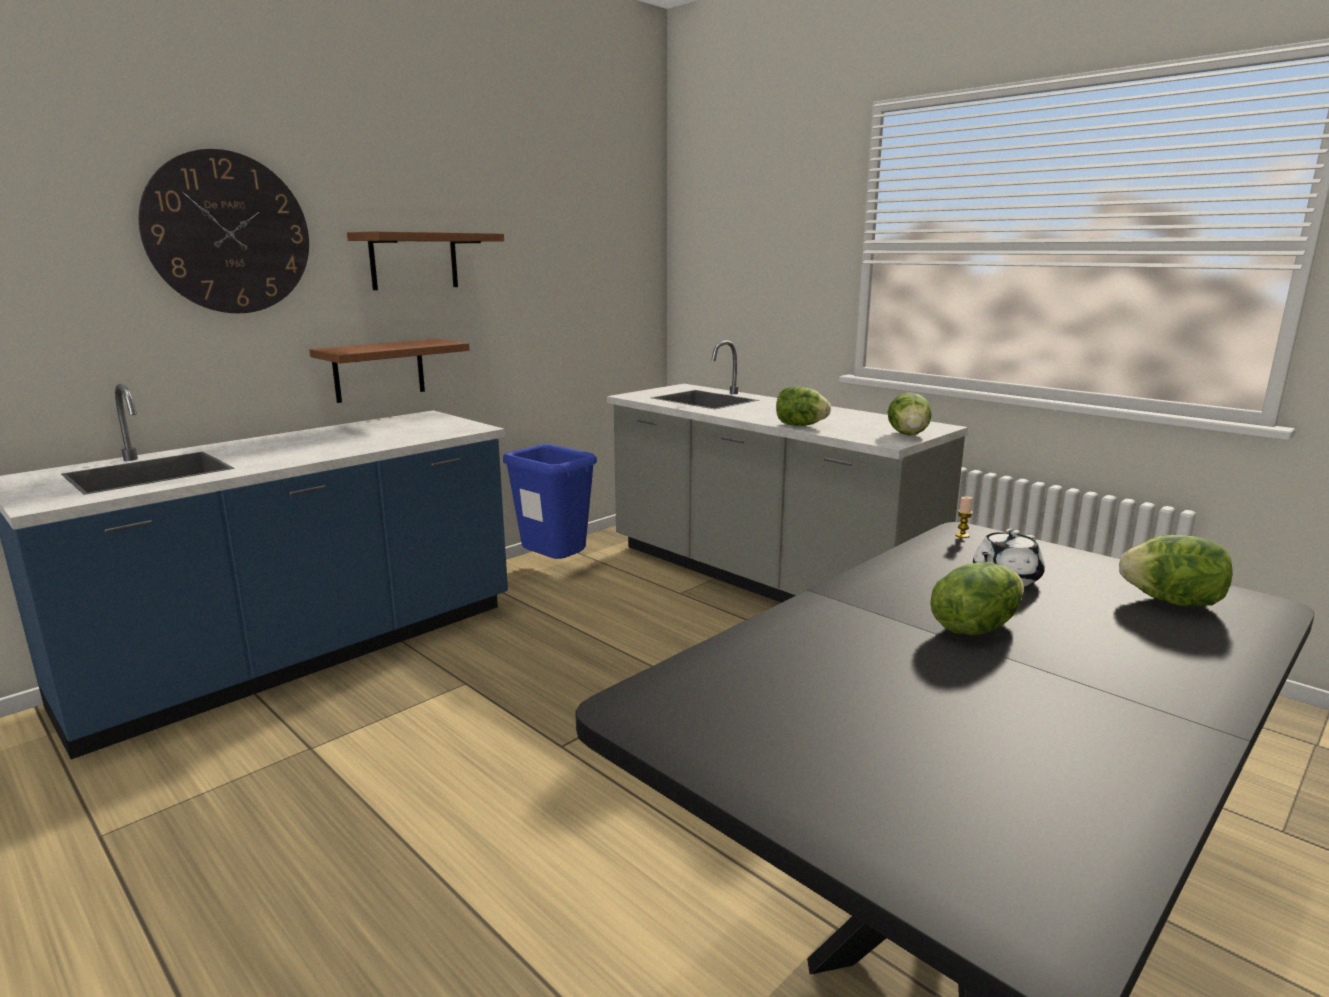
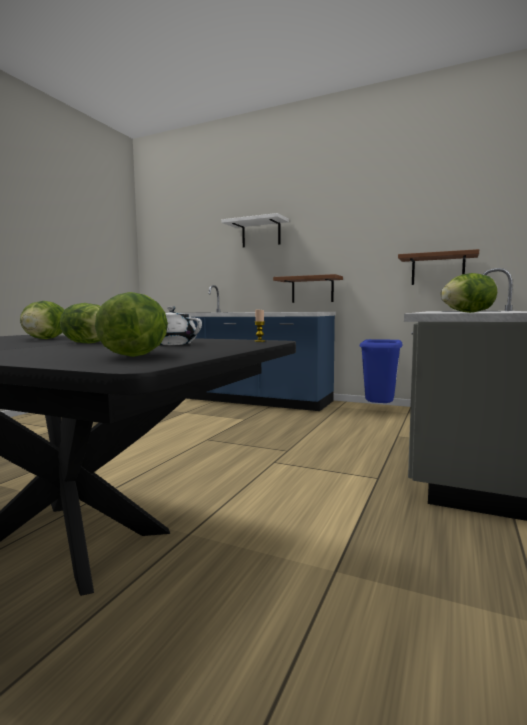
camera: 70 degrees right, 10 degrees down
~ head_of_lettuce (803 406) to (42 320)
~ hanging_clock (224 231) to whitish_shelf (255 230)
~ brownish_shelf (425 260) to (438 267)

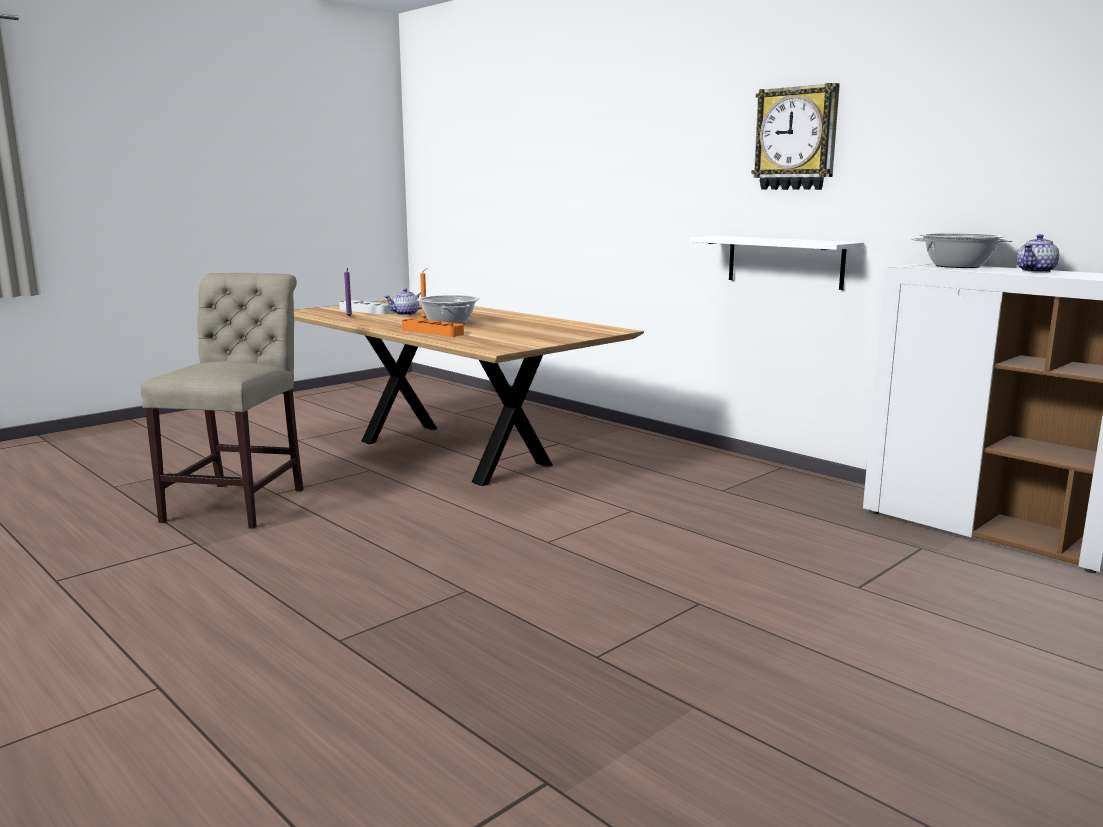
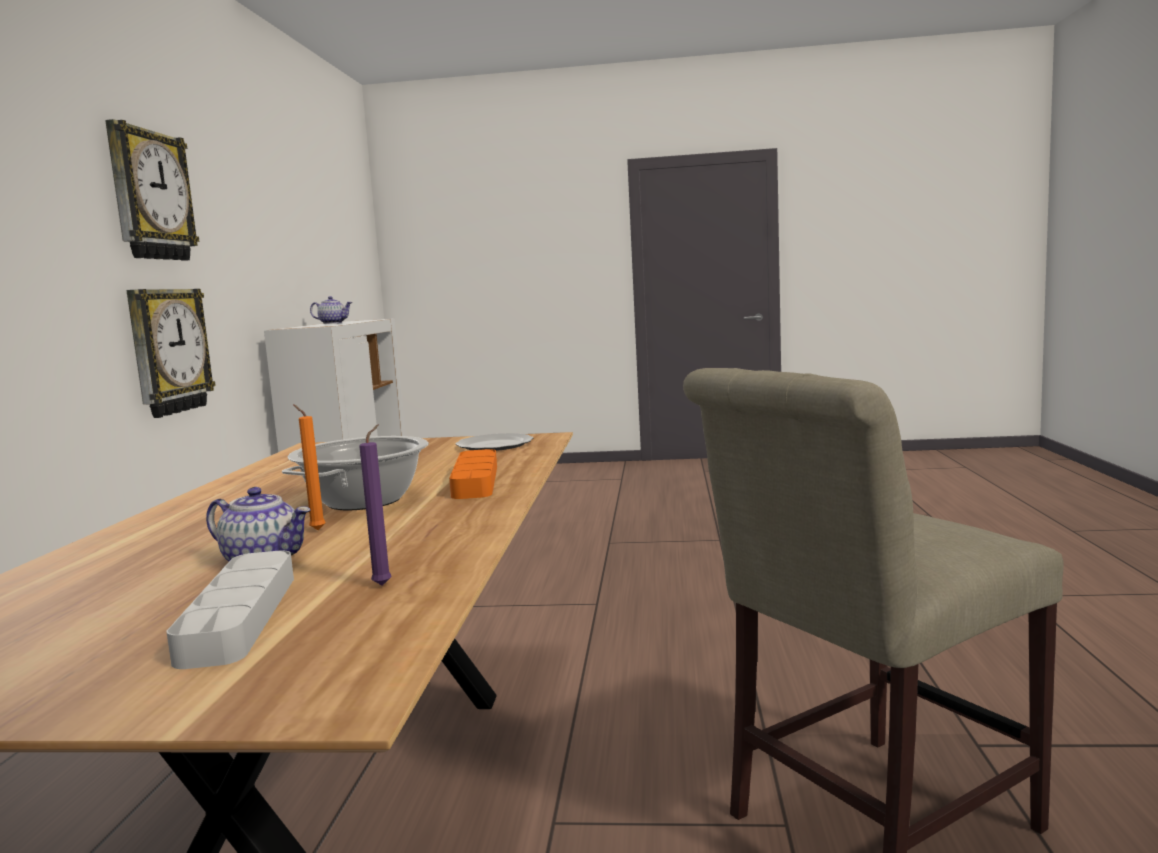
camera: 130 degrees left, 5 degrees down
~ whitish_shelf (776 263) to hanging_clock (171 353)
+ plate (495 442)
- stockpot (961 250)

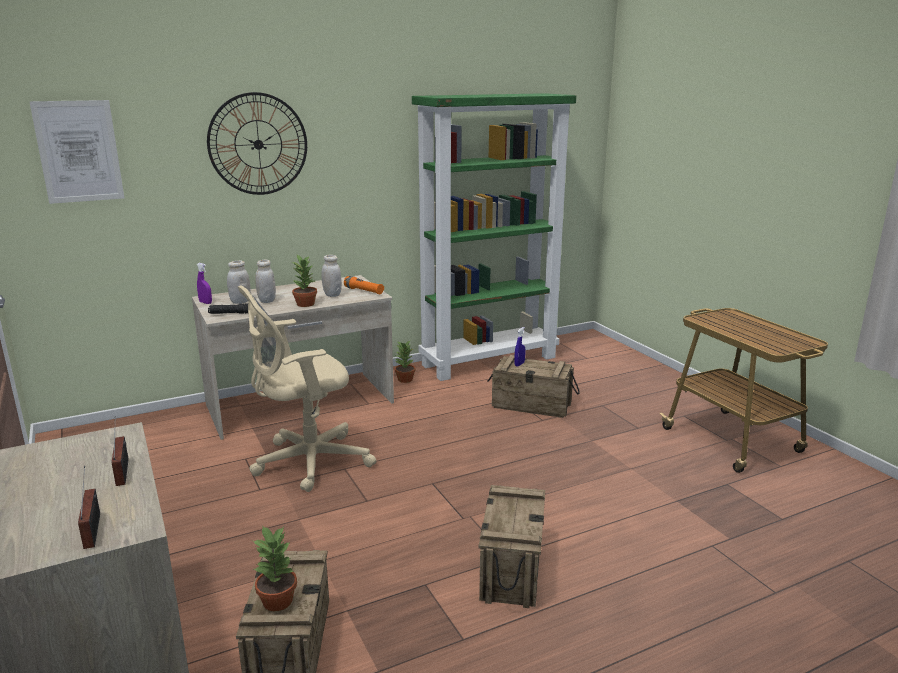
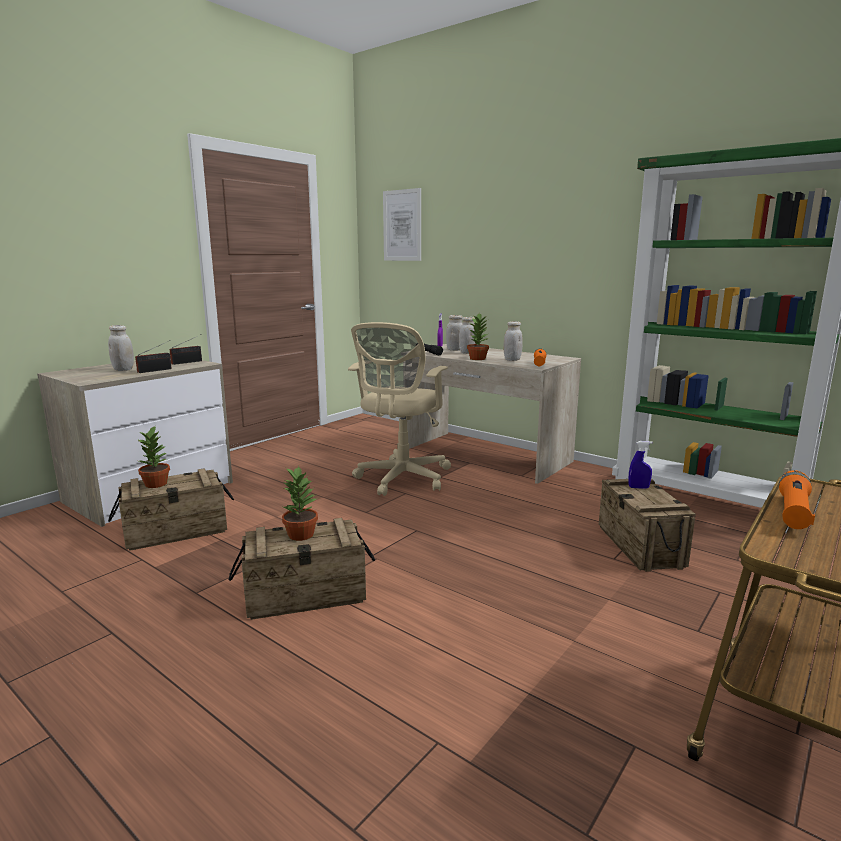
camera: 65 degrees right, 5 degrees down
+ whitish_jar (121 348)
~ radio_set (89 507) to (186 349)
~ potted_plant (405 362) to (300 503)
~ sand-coloured_office_chair (307 388) = (399 409) 105 degrees counterclockwise
+ orange-coloured_torch (797 499)
- hanging_clock (257 143)

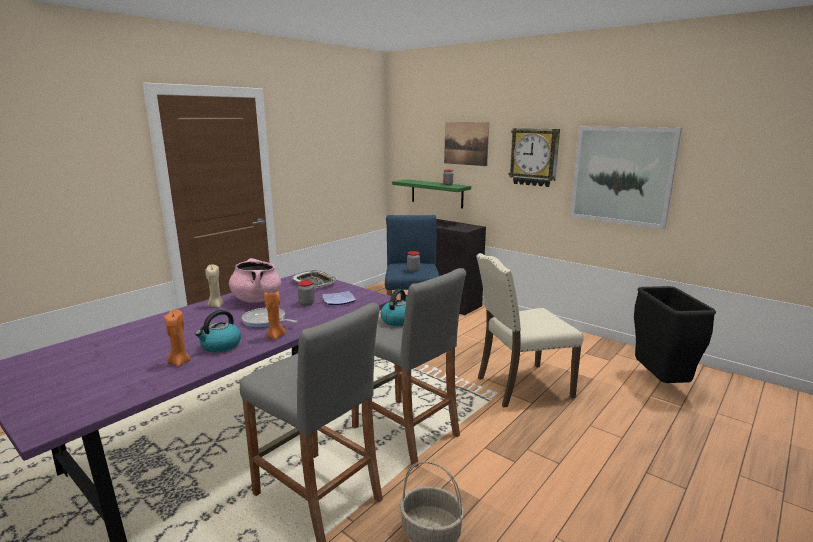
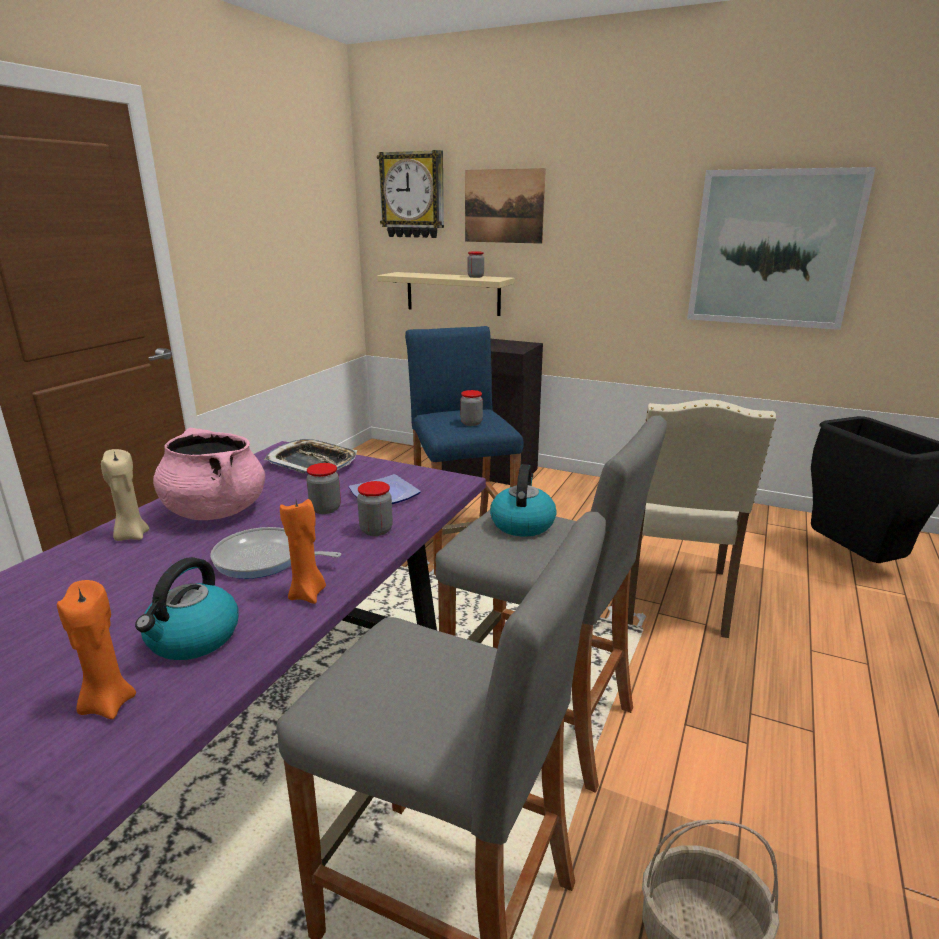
camera: 15 degrees left, 5 degrees up
+ jar (375 508)
~ hanging_clock (534 157) to (410 194)
~ greenish_shelf (431 194) to sand-coloured_shelf (445 294)
~ sand-coloured_upright_chair (530 330) = (702 518) 45 degrees counterclockwise

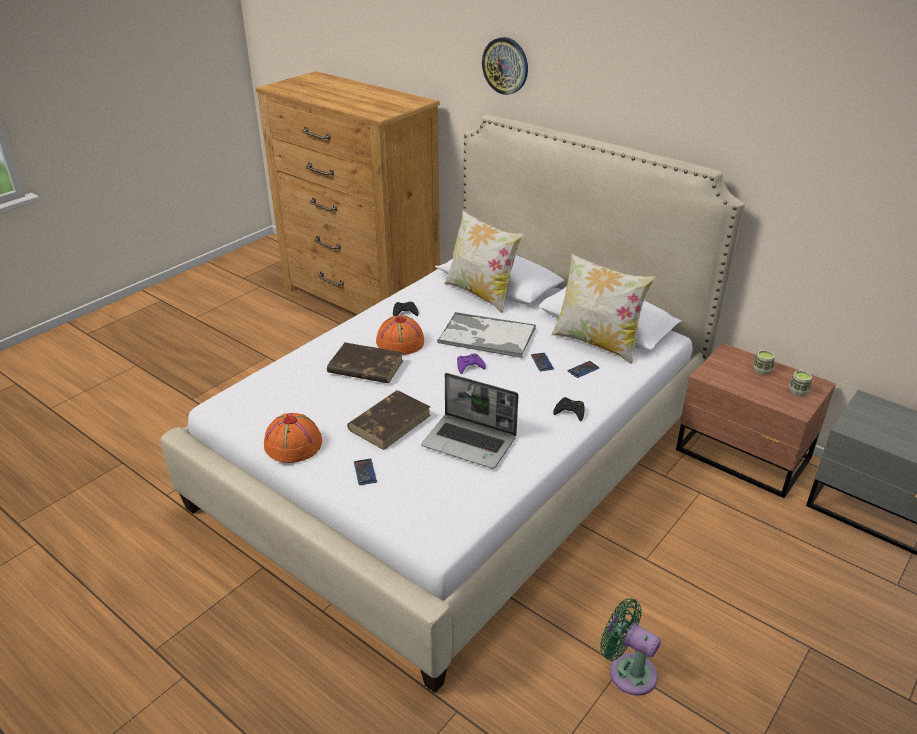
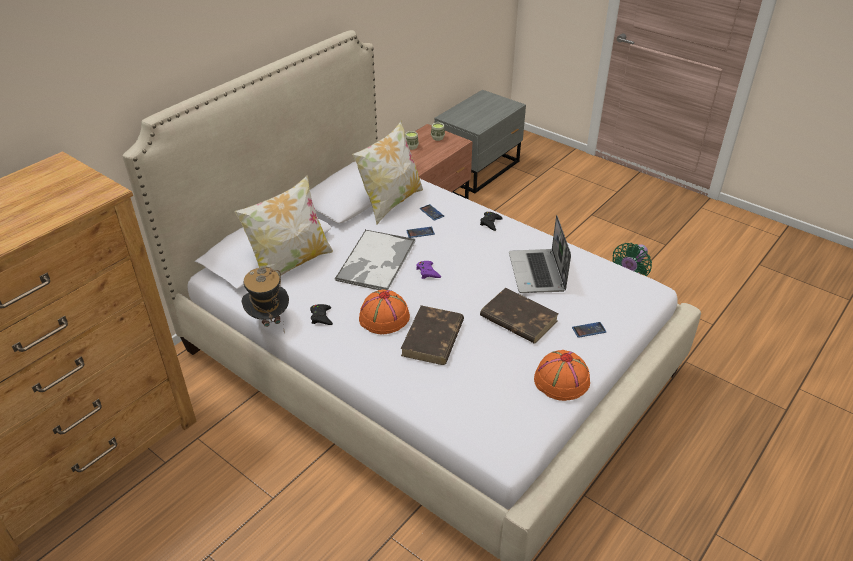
camera: 90 degrees left, 5 degrees up
+ wearable_hat (265 299)
~ portable_computer (470 421) = (540 254) 150 degrees clockwise
- hanging_clock (505 66)

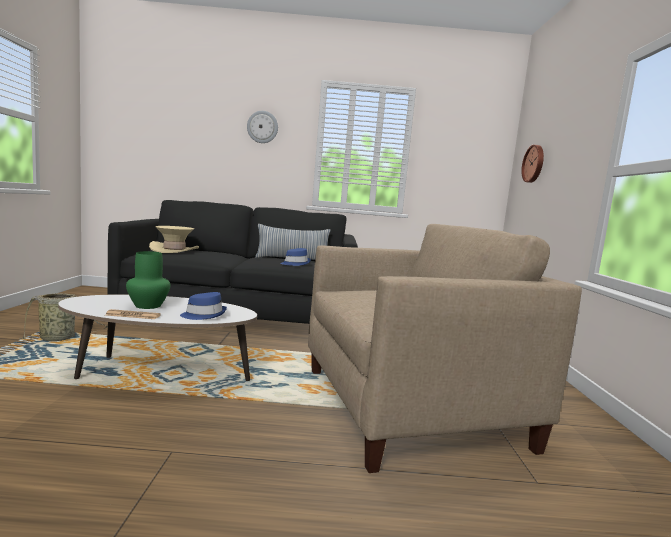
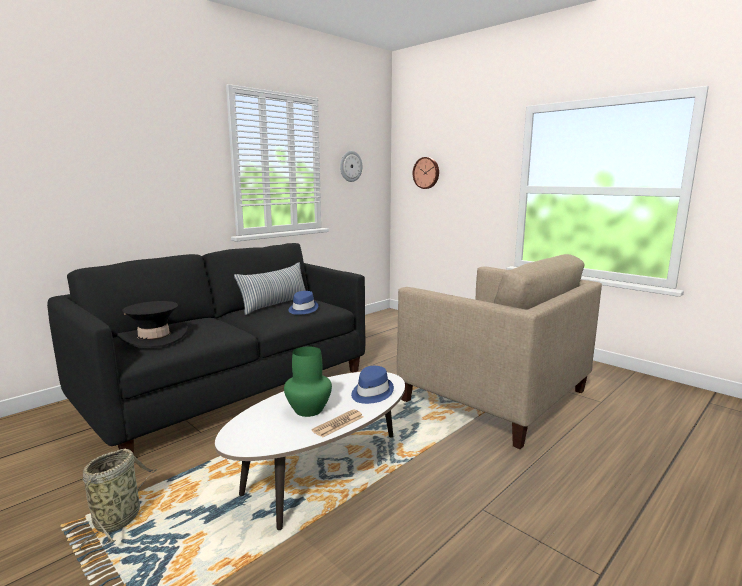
camera: 45 degrees left, 5 degrees up
~ sand-coloured_wearable_hat (174 239) to blackish_wearable_hat (152 324)
~ hanging_clock (262 127) to (351 166)
~ sand-coloured_easy_chair (445 348) = (499 351) 105 degrees clockwise

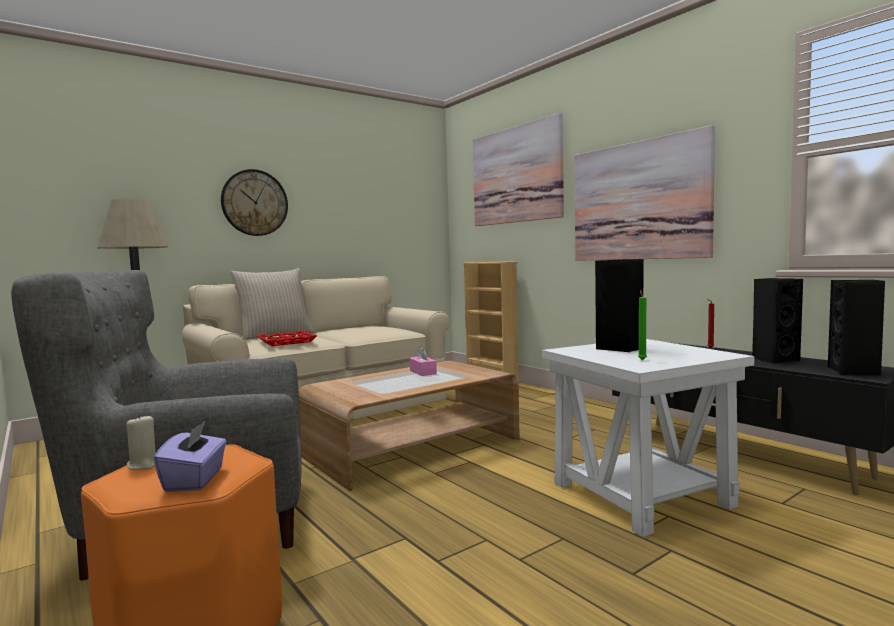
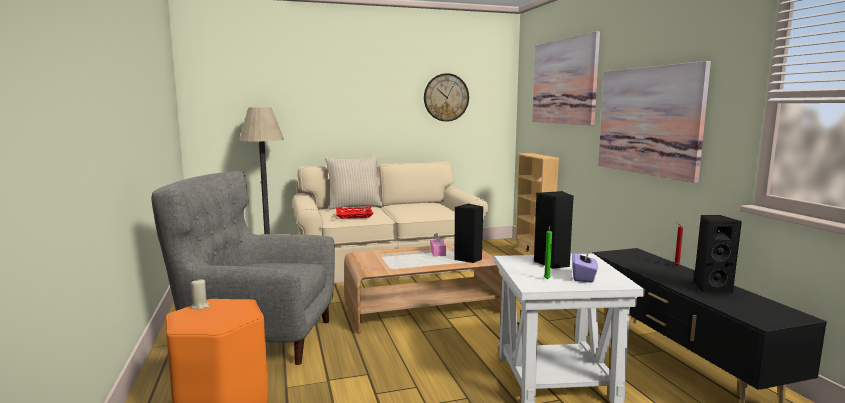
camera: 20 degrees right, 5 degrees up
~ hanging_clock (254 202) to (446 97)
~ blackish_speaker (856 328) to (468 233)
~ purple_tissue_holder (190 456) to (585 267)

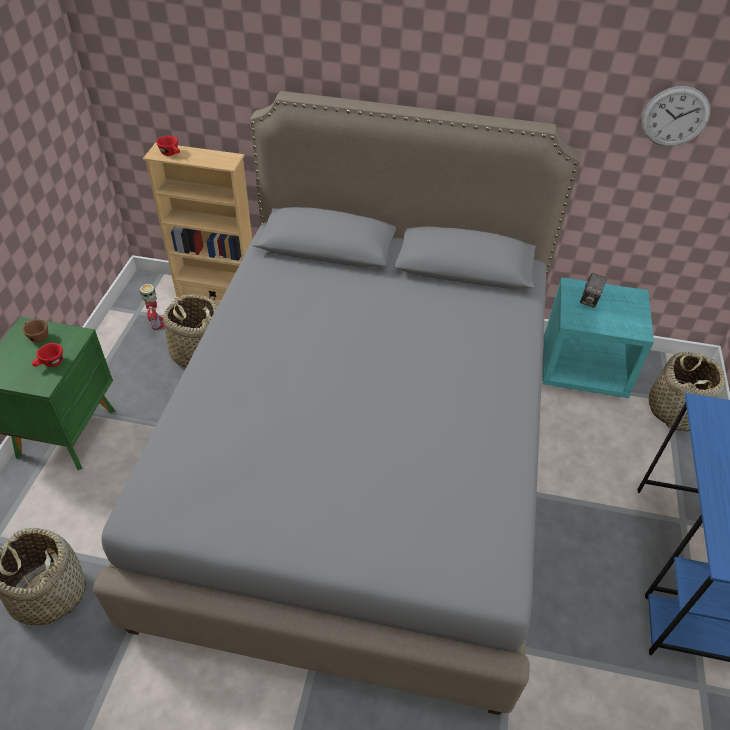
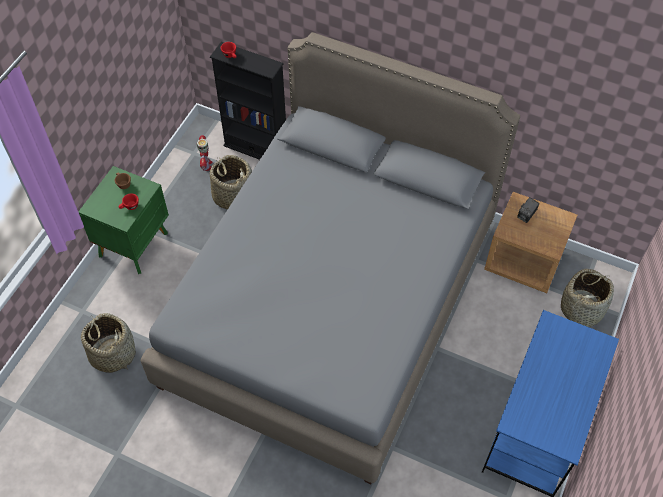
camera: 15 degrees right, 10 degrees up
~ sand-coloured_shelving_unit (197 223) to blackish_shelving_unit (248 101)
~ turquoise_night_table (598 337) to brownish_night_table (530 242)
- hanging_clock (675 116)

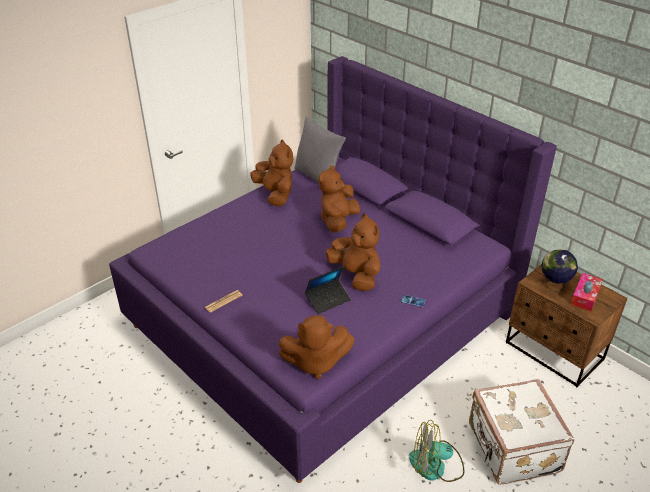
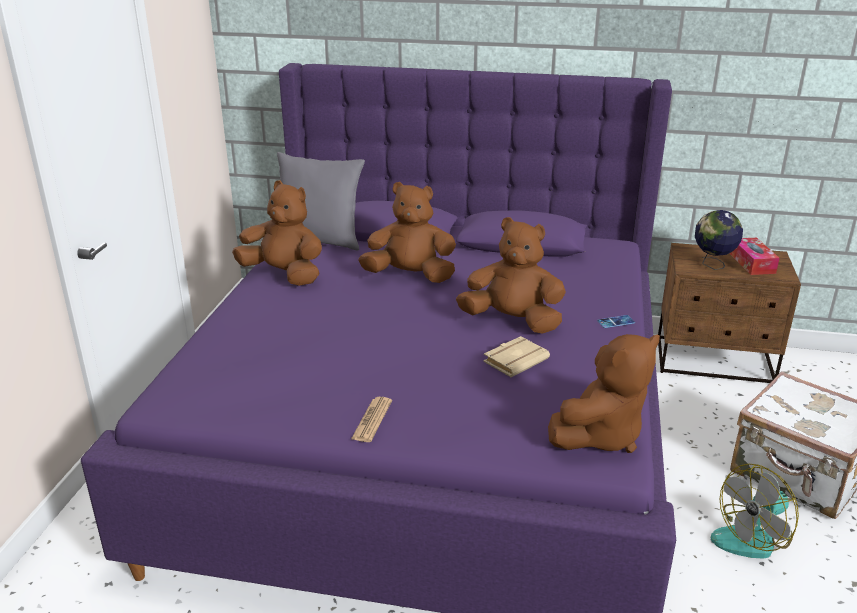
camera: 35 degrees left, 10 degrees down
~ brownish_cuddly_toy (339 199) = (407 232) 105 degrees clockwise
~ portable_computer (328 290) to sand-coloured_volume (517 356)

